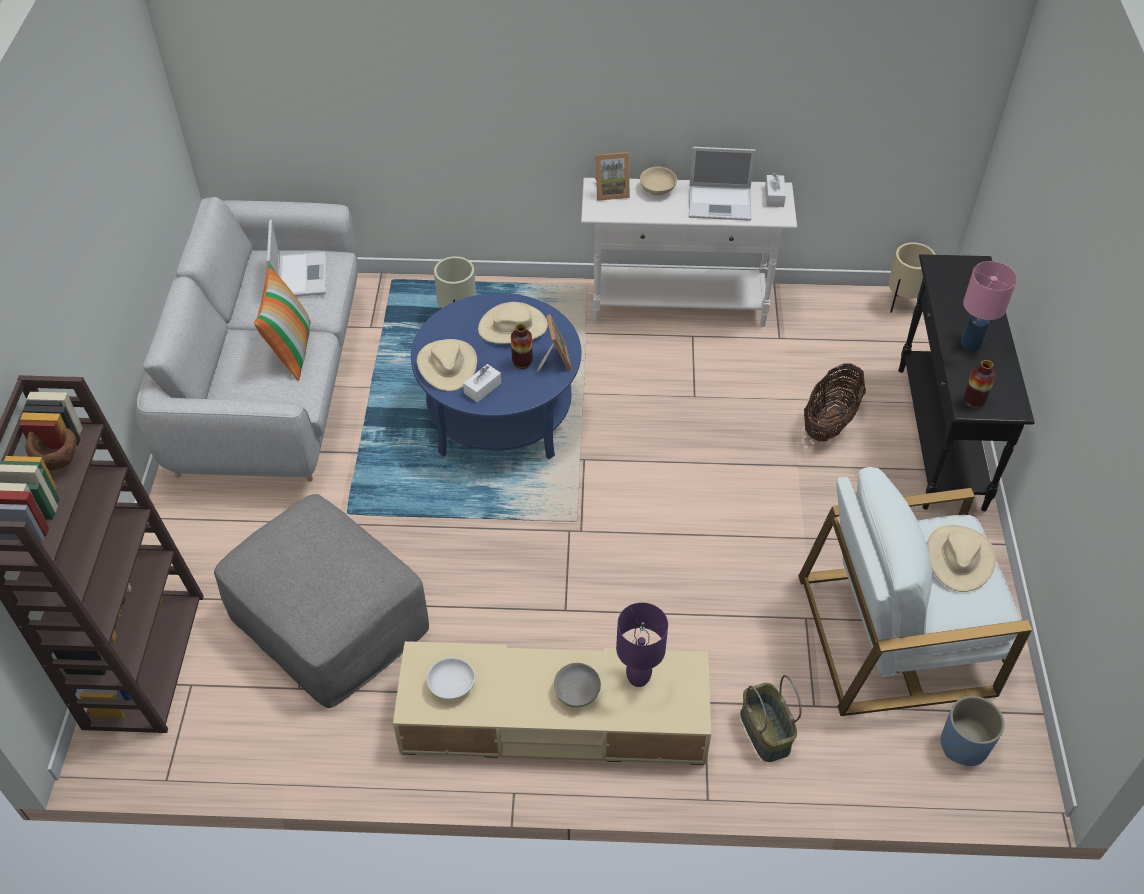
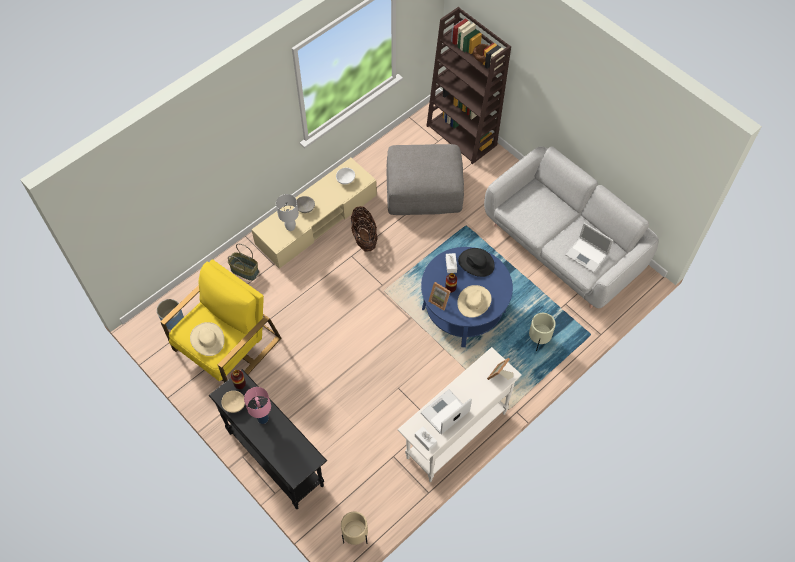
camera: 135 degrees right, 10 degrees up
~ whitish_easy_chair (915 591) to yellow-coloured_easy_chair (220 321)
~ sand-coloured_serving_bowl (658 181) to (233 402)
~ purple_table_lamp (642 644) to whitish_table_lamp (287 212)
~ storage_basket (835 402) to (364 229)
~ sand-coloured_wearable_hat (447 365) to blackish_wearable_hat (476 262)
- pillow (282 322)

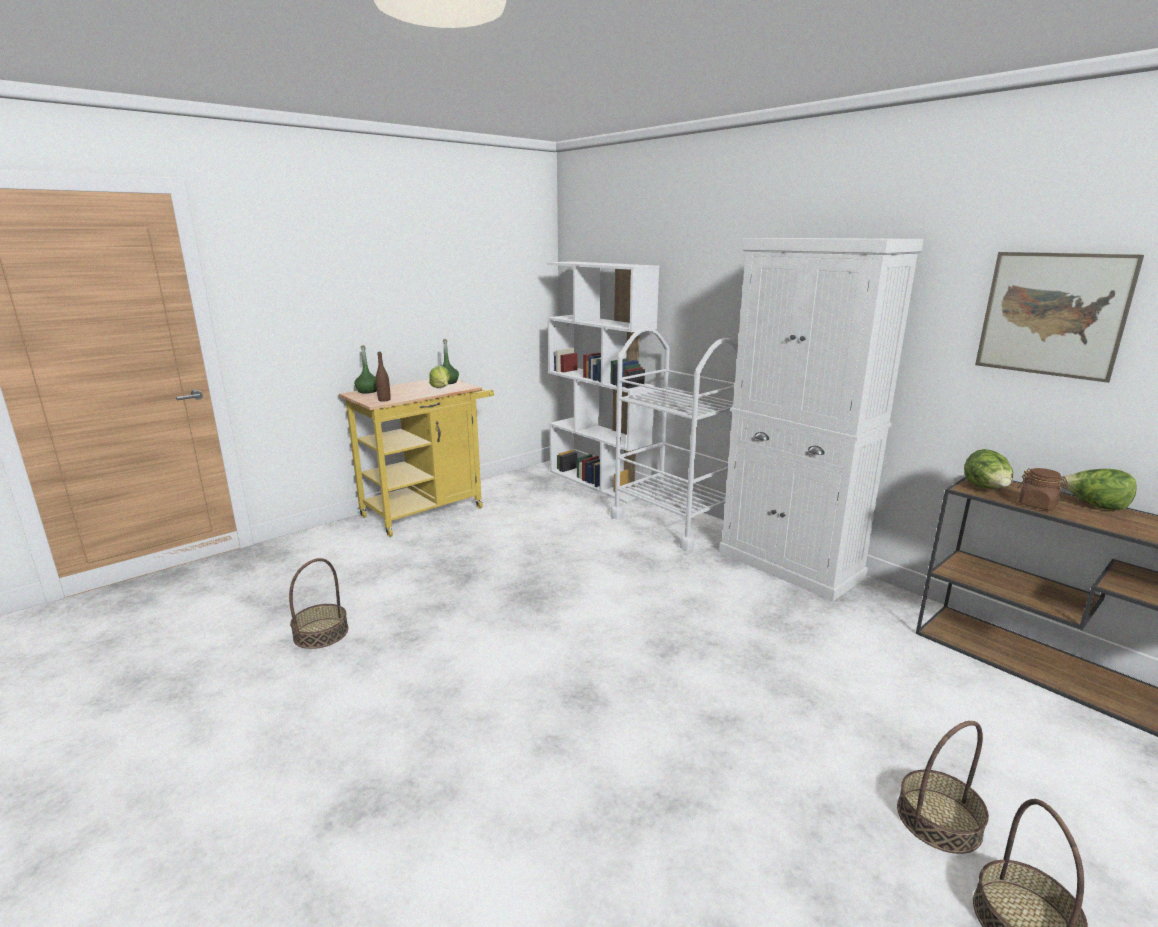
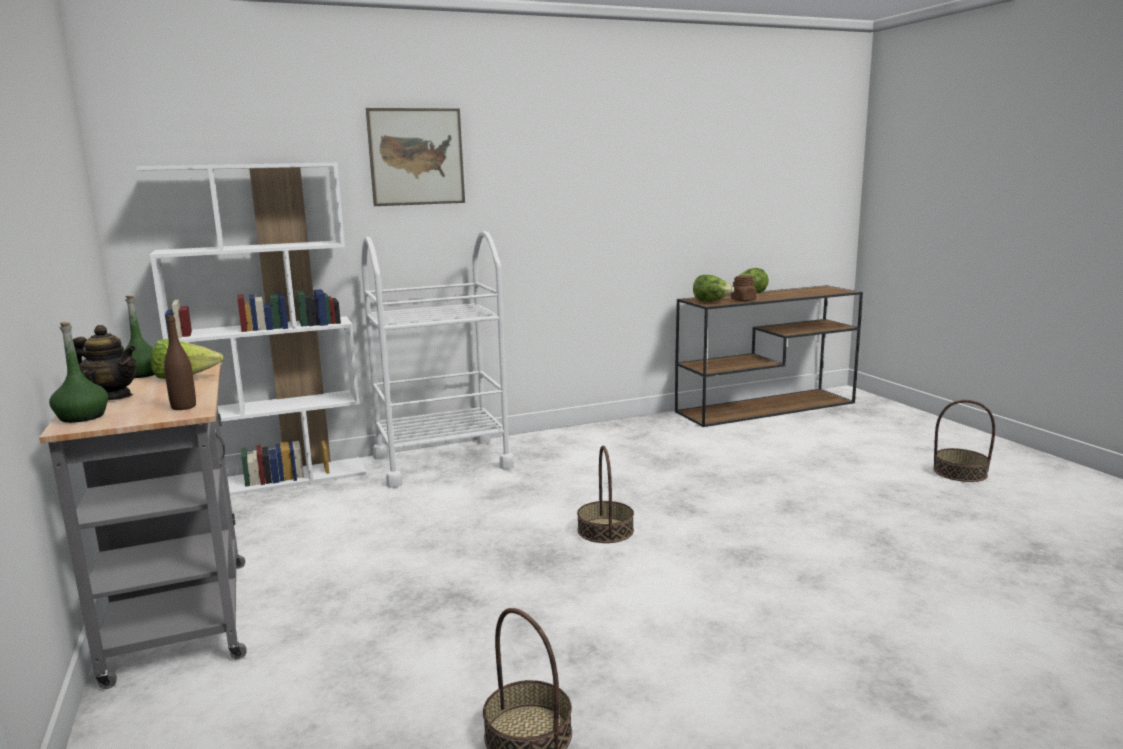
camera: 70 degrees left, 5 degrees down
~ yellow-coloured_trolley (416 458) to grey_trolley (143 525)
+ tea_pot (104 362)
~ picture (1059 317) to (415 157)
~ storage_basket (943 787) to (605 494)
- whitish_cupboard (821 419)

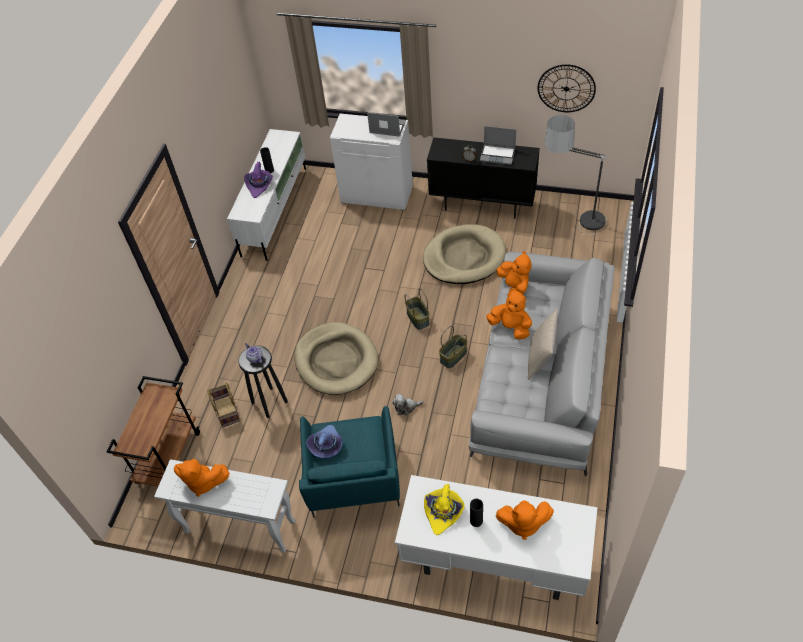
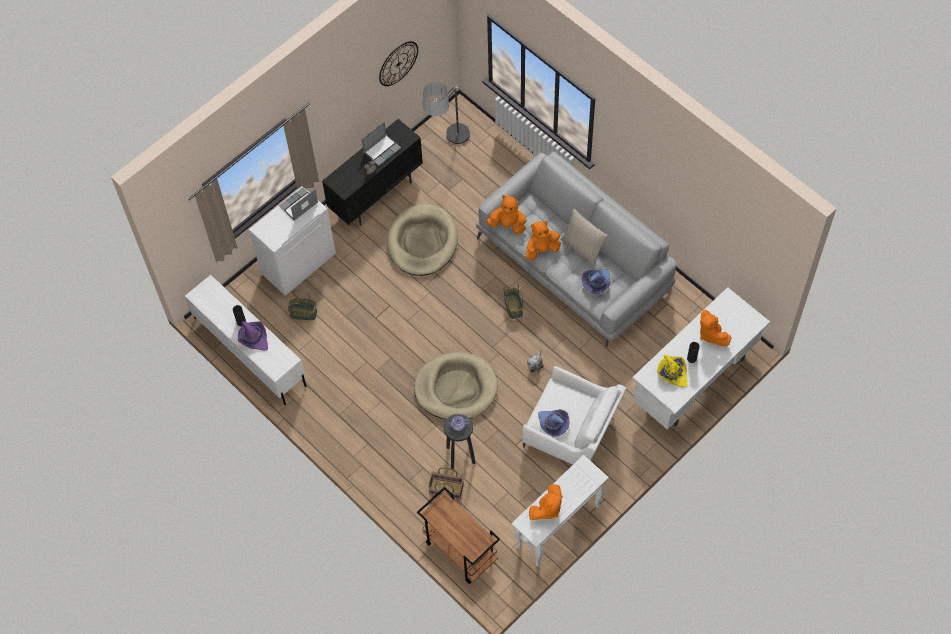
camera: 60 degrees left, 10 degrees up
~ storage_basket (417 309) to (302 305)
~ turquoise_easy_chair (349 461) to whitish_easy_chair (574 415)
+ purple_wearable_hat (596 281)
~ orange-coloured_cuddly_toy (525 520) = (715 328) 120 degrees clockwise

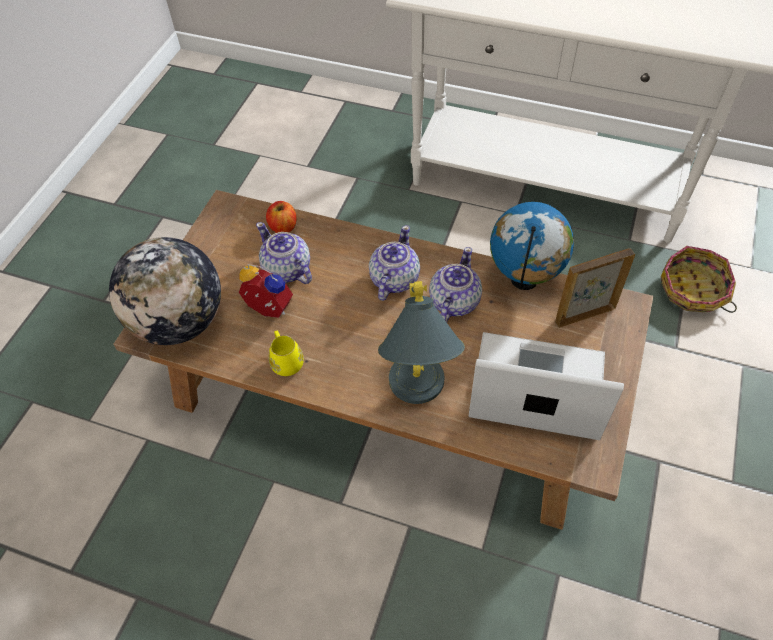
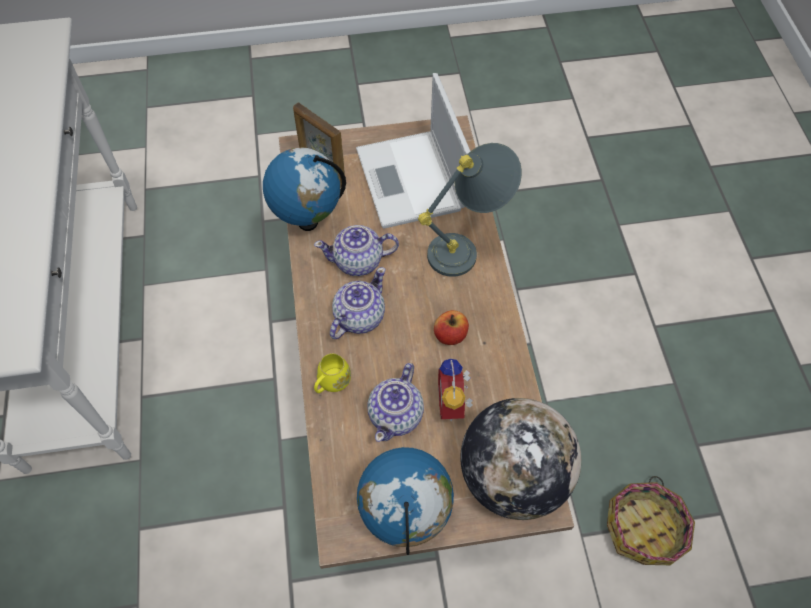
camera: 120 degrees left, 5 degrees up
~ yellow-coloured_coffee_mug (286 353) to (332 373)
~ tea_pot (394 263) = (357 303) 135 degrees clockwise
+ desk_globe (405 501)
~ apple (281 217) to (451 327)
~ storage_basket (699 279) to (651 520)

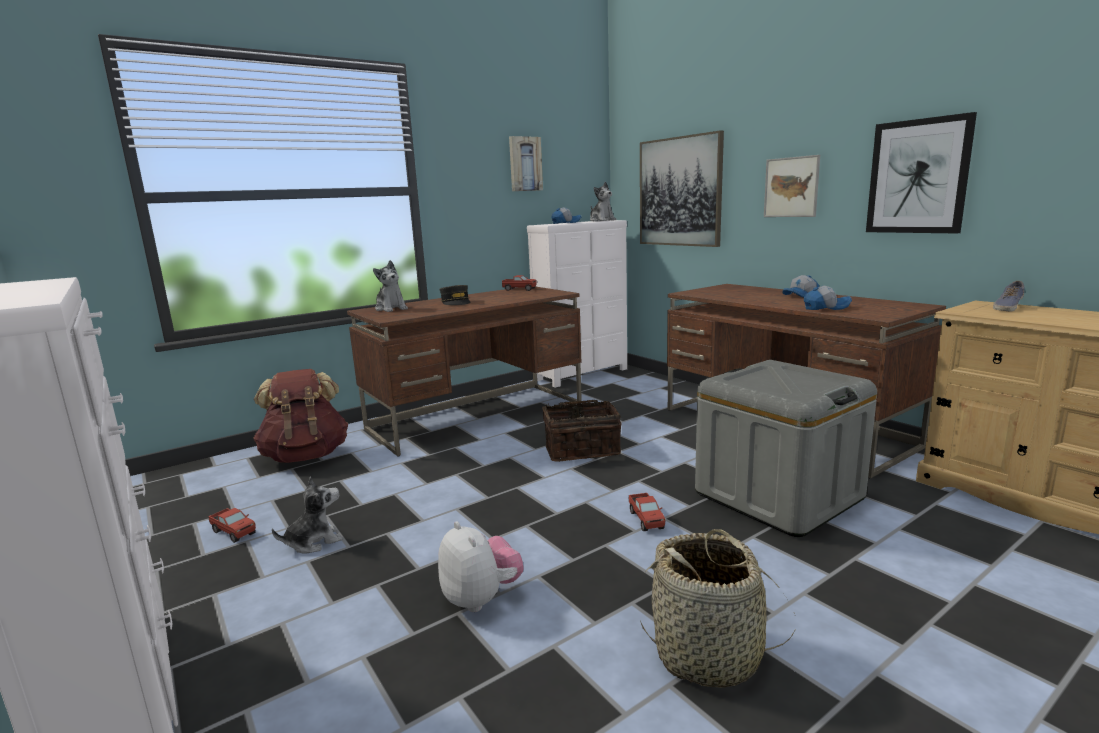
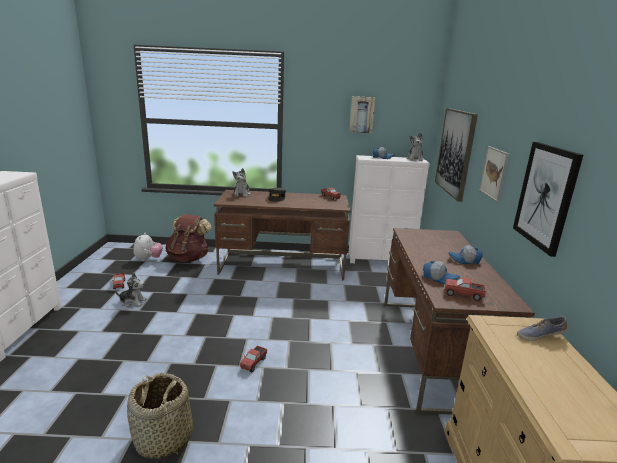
camera: 35 degrees right, 5 degrees up
~ cuddly_toy (480 566) to (148 247)
+ model_truck (465 289)
- storage_basket (582 431)
- grey_storage_container (786 448)

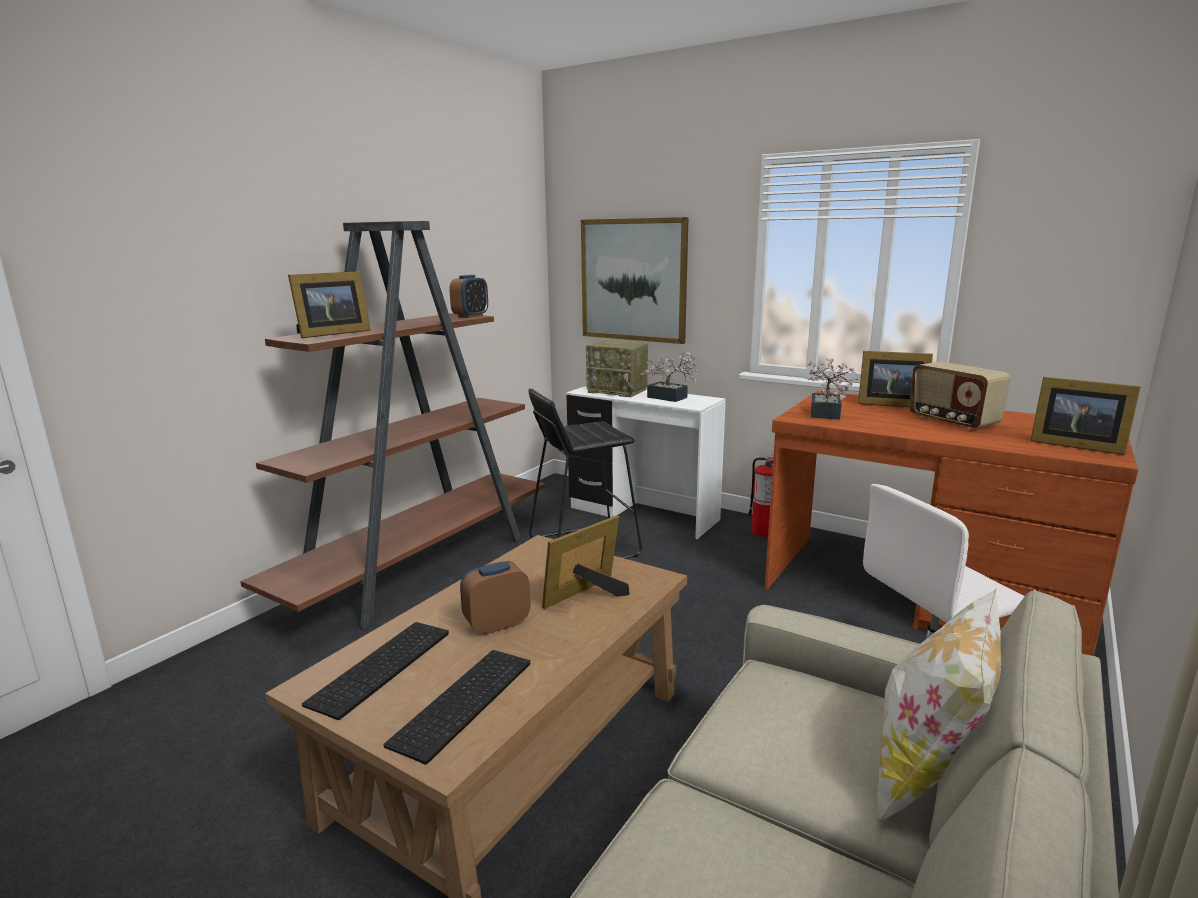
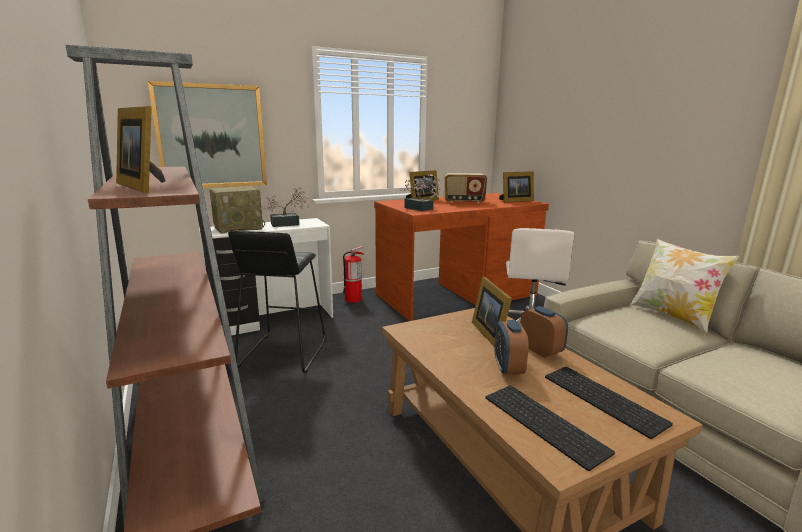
camera: 60 degrees left, 0 degrees up
~ picture_frame (329 304) = (141 149) 150 degrees clockwise
~ table_clock (468 296) to (544 332)

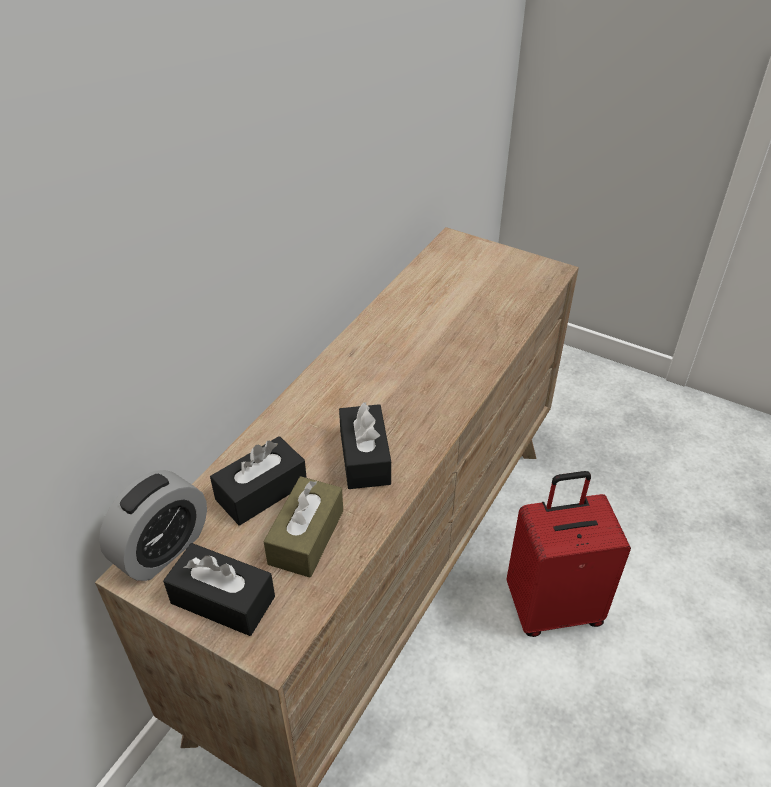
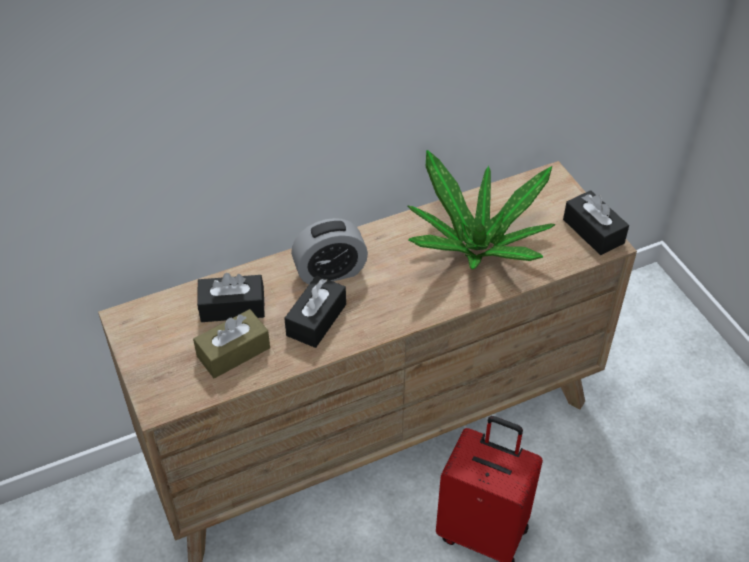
camera: 35 degrees right, 5 degrees up
~ table_clock (153 525) to (329 251)
+ potted_plant (482 210)
~ blackish_tissue_holder (219 589) to (596 222)

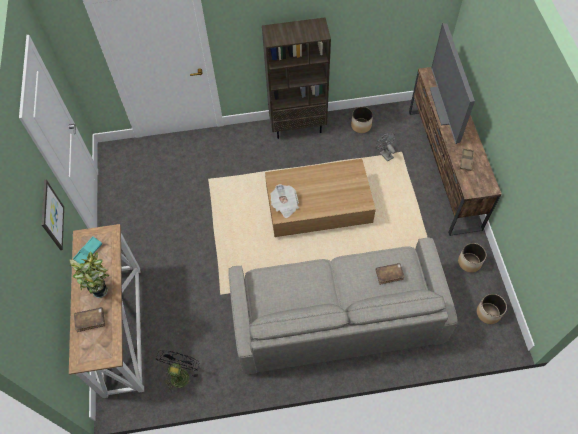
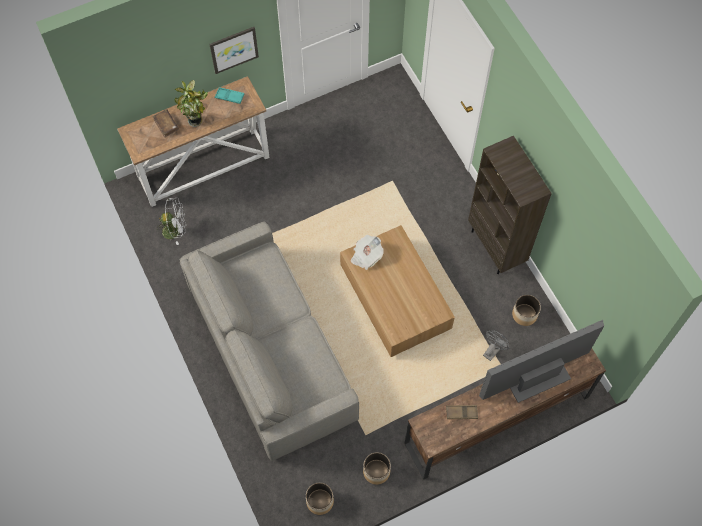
camera: 70 degrees right, 5 degrees up
~ blackish_cooling_fan (177 371) to whitish_cooling_fan (171 221)
- brownish_volume (390 274)

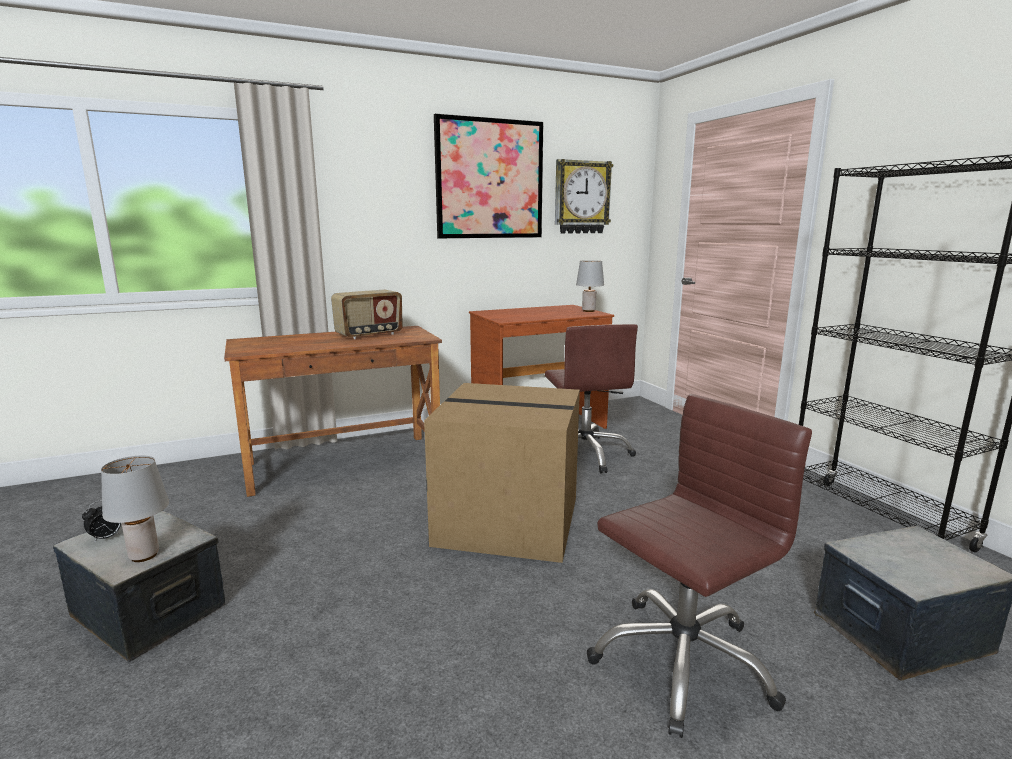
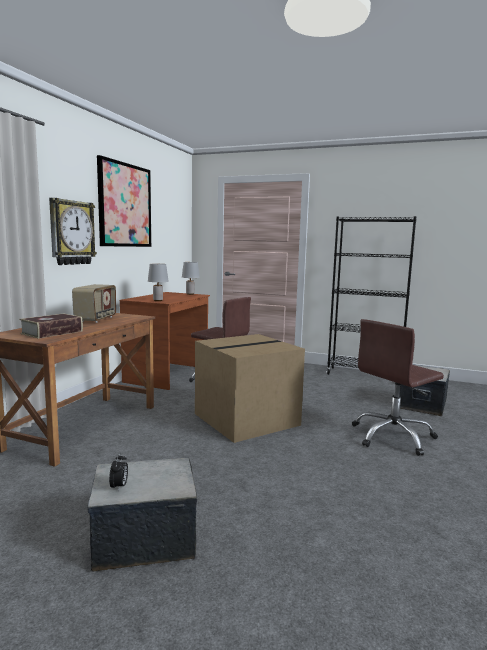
camera: 45 degrees left, 5 degrees down
+ volume (51 326)
~ hanging_clock (584 196) to (73 231)
~ grey_table_lamp (135 509) to (158 282)
~ brownish_office_chair (699 566) = (398 387) 135 degrees counterclockwise

